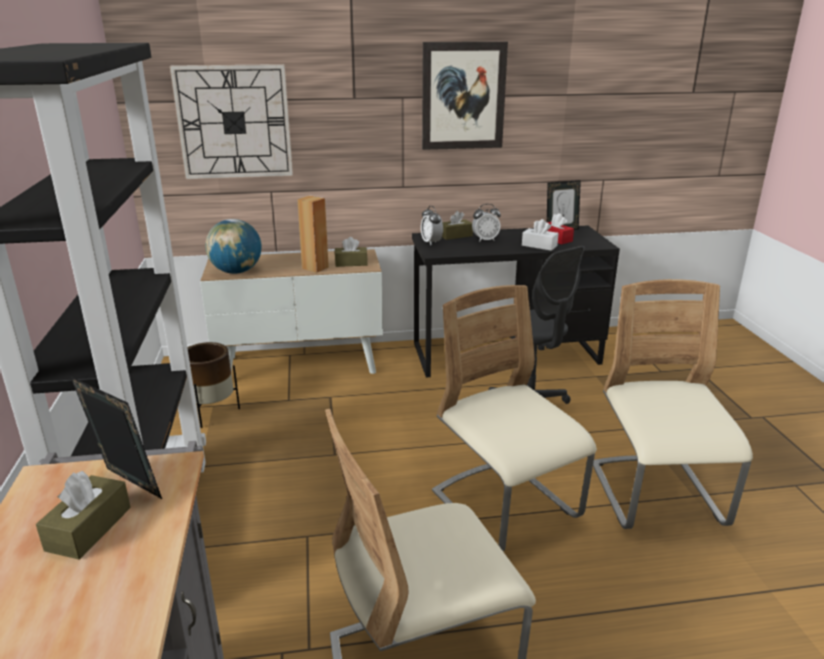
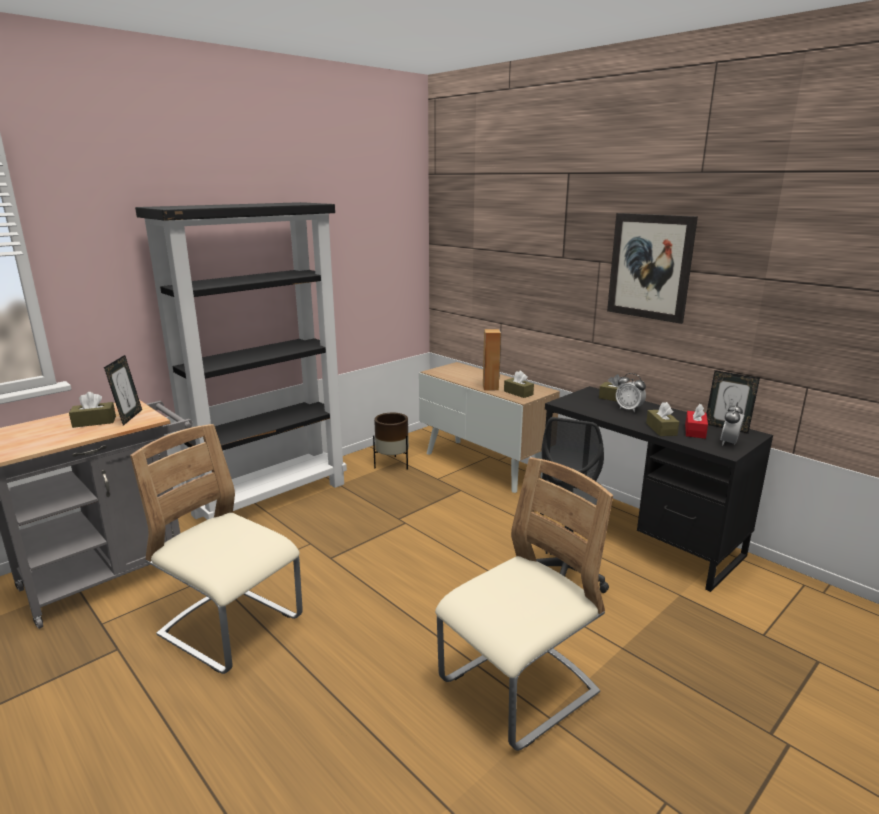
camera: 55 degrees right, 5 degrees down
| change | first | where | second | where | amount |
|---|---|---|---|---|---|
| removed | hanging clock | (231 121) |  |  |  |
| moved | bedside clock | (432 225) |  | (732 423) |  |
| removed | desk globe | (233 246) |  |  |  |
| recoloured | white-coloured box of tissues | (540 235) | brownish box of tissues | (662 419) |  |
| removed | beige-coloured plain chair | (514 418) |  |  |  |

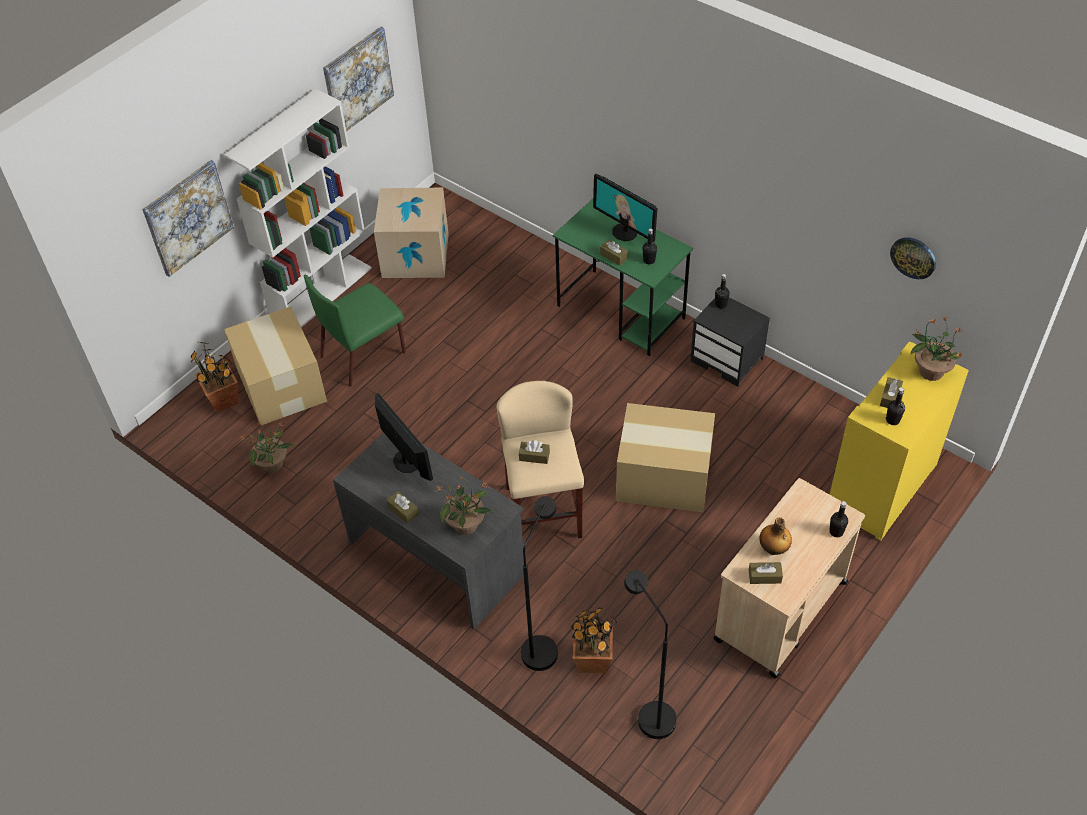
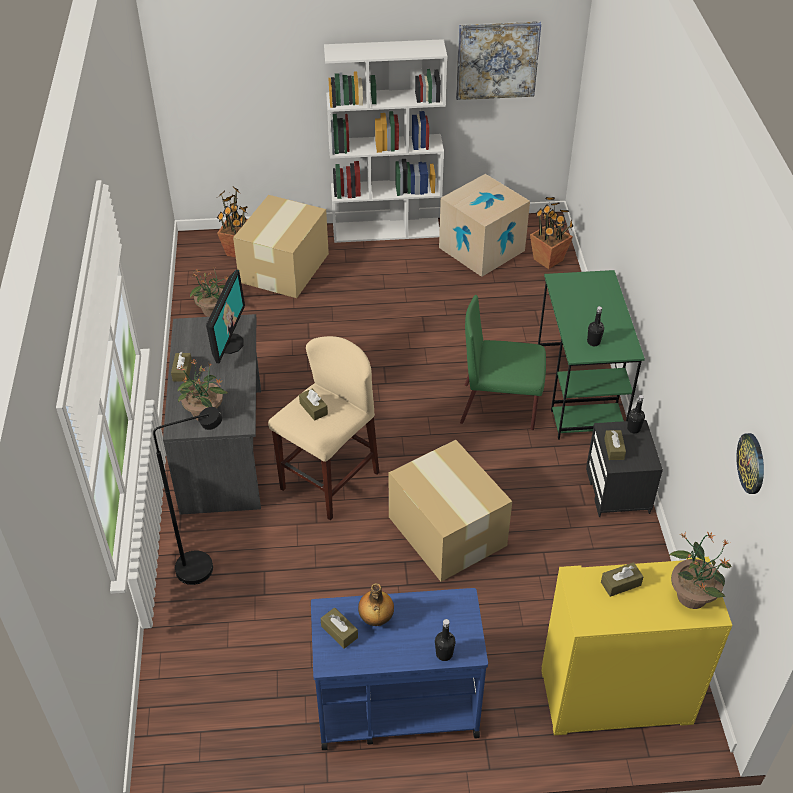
camera: 45 degrees right, 5 degrees down
| change | first | where | second | where | amount |
|---|---|---|---|---|---|
| removed | wall picture | (188 218) |  |  |  |
| removed | computer screen | (625 208) |  |  |  |
| moved | brownish box of tissues | (614 253) |  | (615 445) |  |
| moved | greenish plain chair | (355 331) |  | (503 362) |  |
| removed | blackish drink bottle | (895 406) |  |  |  |
| recoloured | beige-coloured cart | (789 578) | blue cart | (399 669) |  |
| removed | blackish standing lamp | (650 654) |  |  |  |
| moved | plant in a pot | (594 640) |  | (551 233) |  |

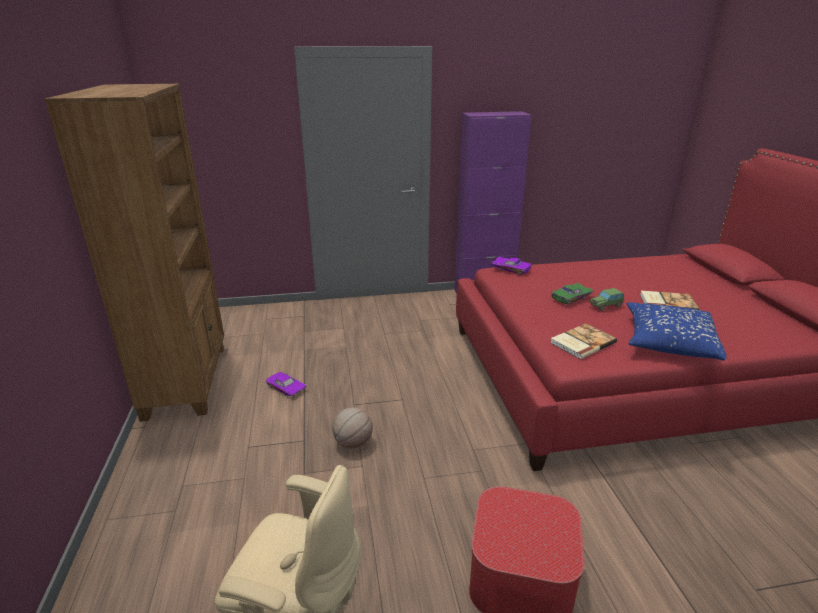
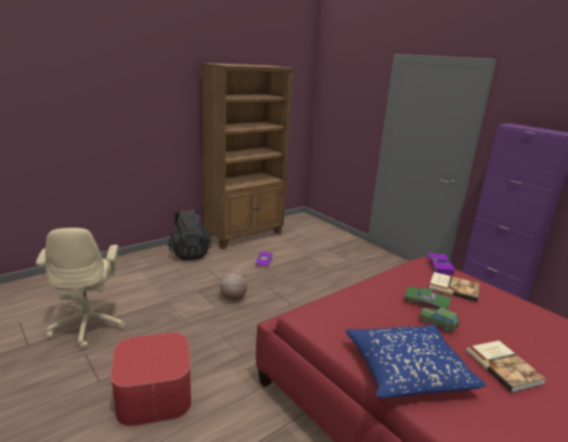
camera: 60 degrees right, 5 degrees down
| change | first | where | second | where | amount |
|---|---|---|---|---|---|
| moved | book | (584 341) |  | (454 287) |  |
| added |  |  | blackish rucksack | (189 235) |  |

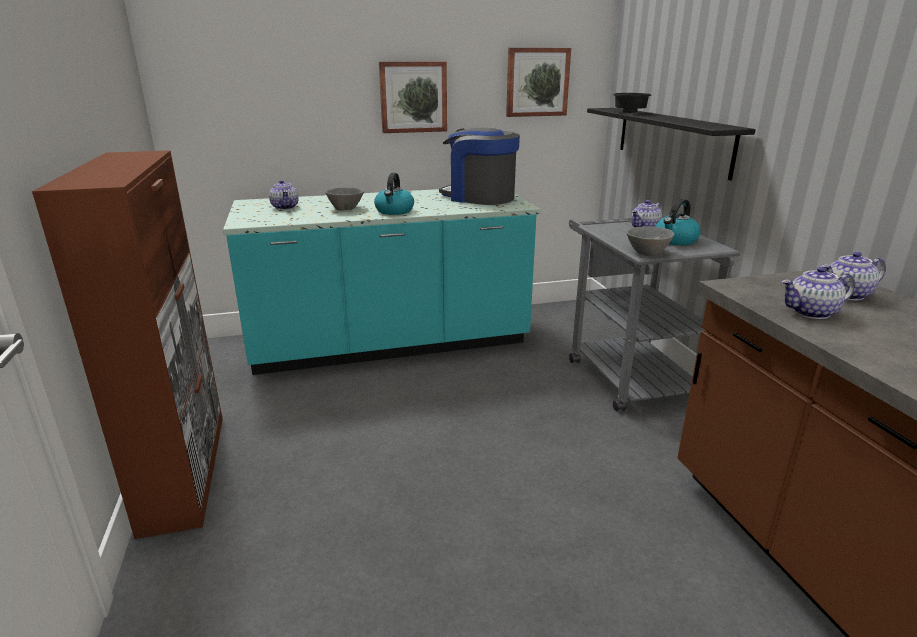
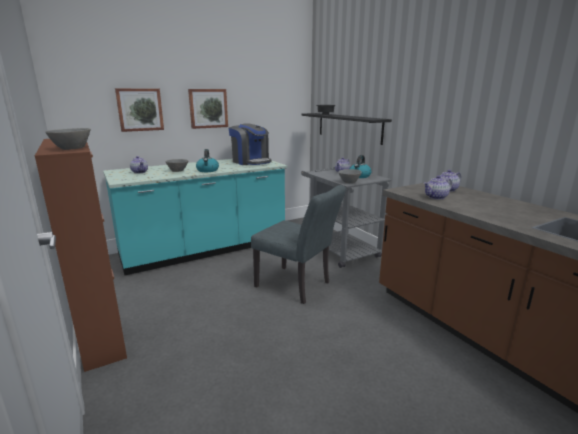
camera: 15 degrees left, 5 degrees down
| change | first | where | second | where | amount |
|---|---|---|---|---|---|
| moved | wall picture | (538 82) |  | (139 110) |  |
| turned | coffee machine | (479 166) |  | (250 144) | 150 degrees counterclockwise |
| added |  |  | gray serving bowl | (68 139) |  |
| added |  |  | gray plain chair | (298 244) |  |

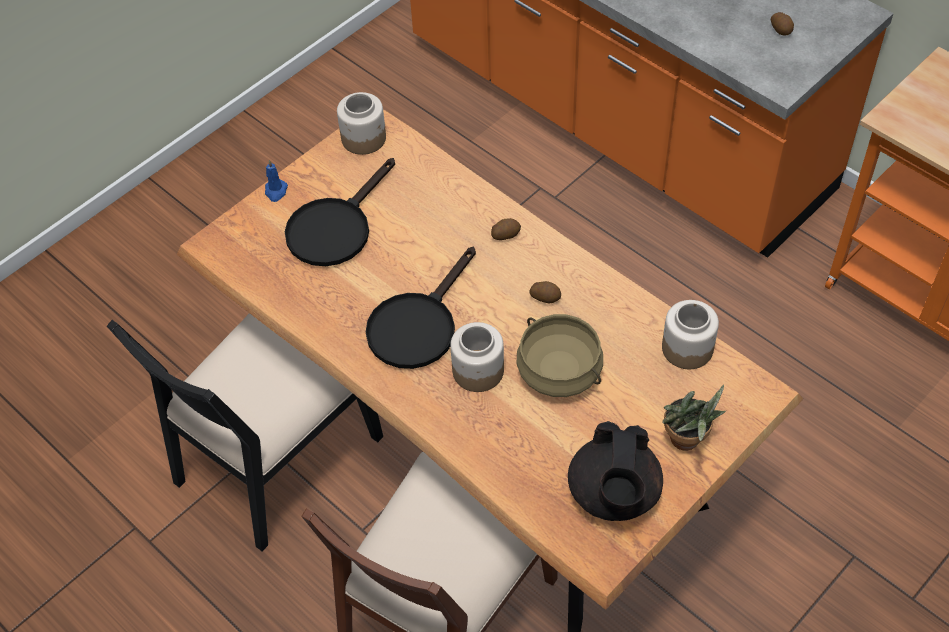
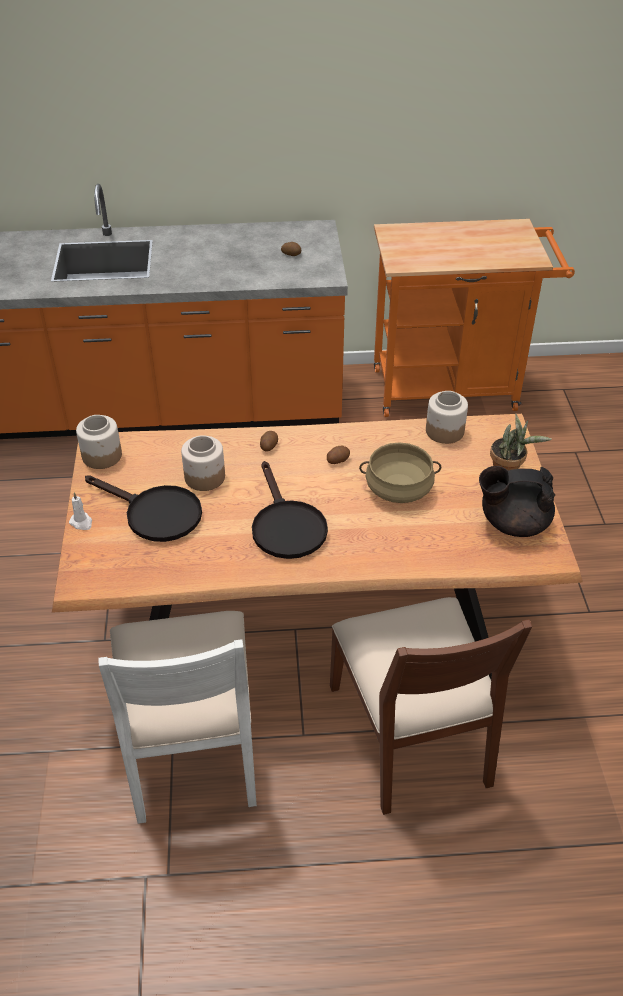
camera: 50 degrees left, 10 degrees down
| change | first | where | second | where | amount |
|---|---|---|---|---|---|
| turned | blackish frying pan | (340 212) |  | (143 508) | 45 degrees counterclockwise |
| recoloured | blue wax candle | (276 181) | white-coloured wax candle | (80 511) |  |
| recoloured | blackish plain chair | (245 432) | white-coloured plain chair | (177 717) |  |
| moved | jar | (477 357) |  | (203 463) |  |
| turned | blackish teapot | (615 471) |  | (517 501) | 135 degrees clockwise |

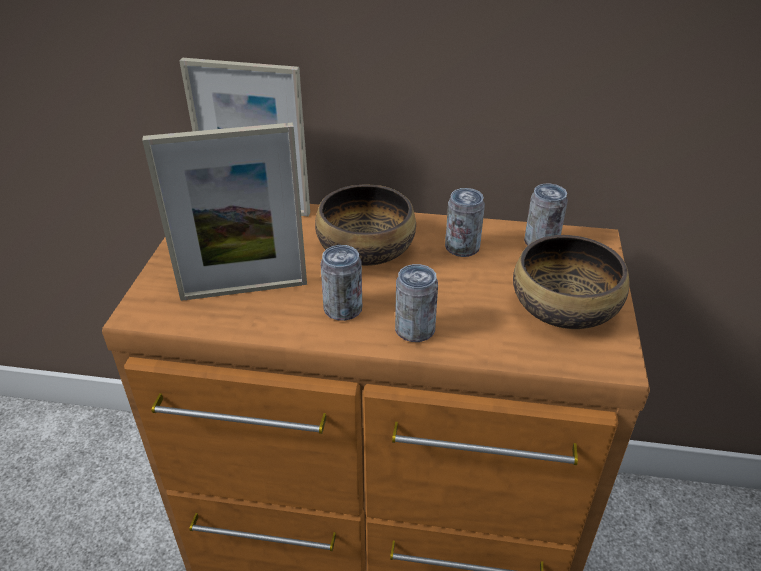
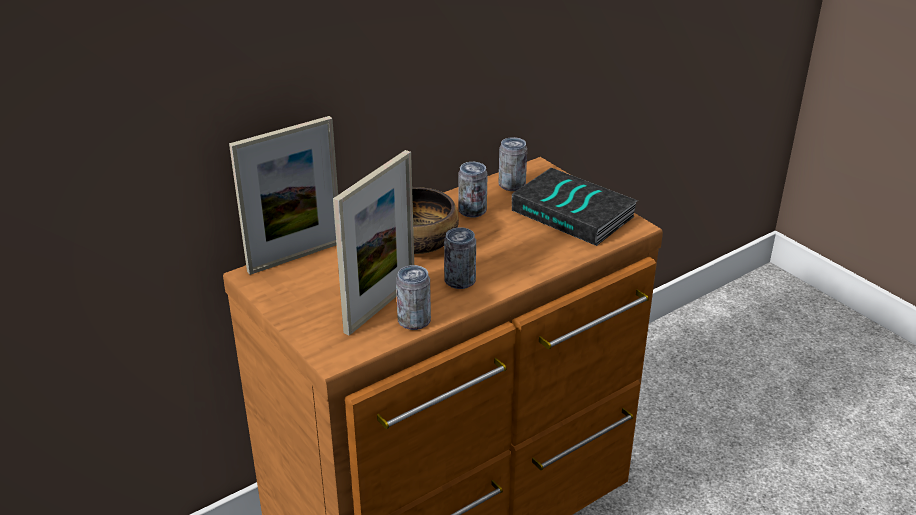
camera: 45 degrees left, 5 degrees down
| change | first | where | second | where | amount |
|---|---|---|---|---|---|
| replaced | serving bowl | (571 282) | book | (575 207) |  |
| moved | sealed can | (416 303) |  | (413 297) |  |

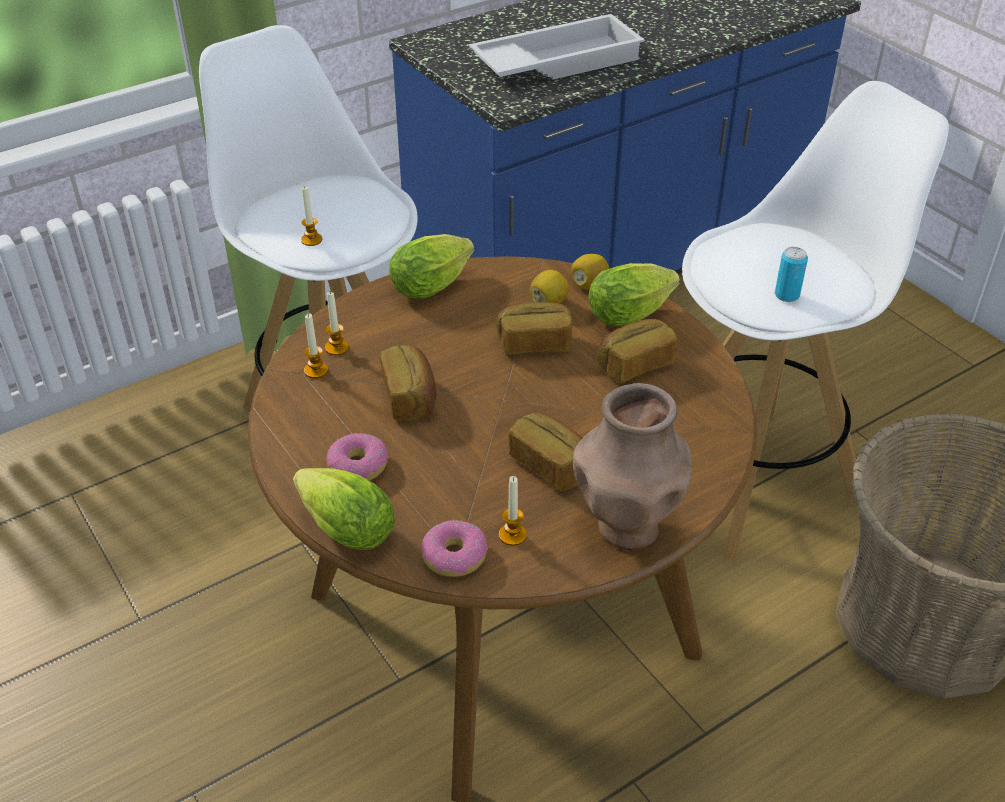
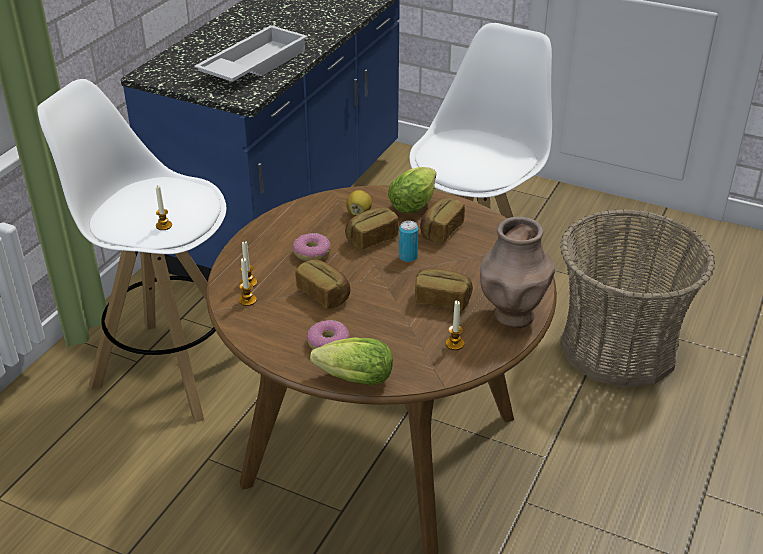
camera: 30 degrees left, 5 degrees down
| change | first | where | second | where | amount |
|---|---|---|---|---|---|
| removed | lettuce | (431 266) |  |  |  |
| moved | sealed can | (791 274) |  | (408 241) |  |
| removed | citrus fruit | (590 271) |  |  |  |
| moved | ring doughnut | (454 548) |  | (312 247) |  |

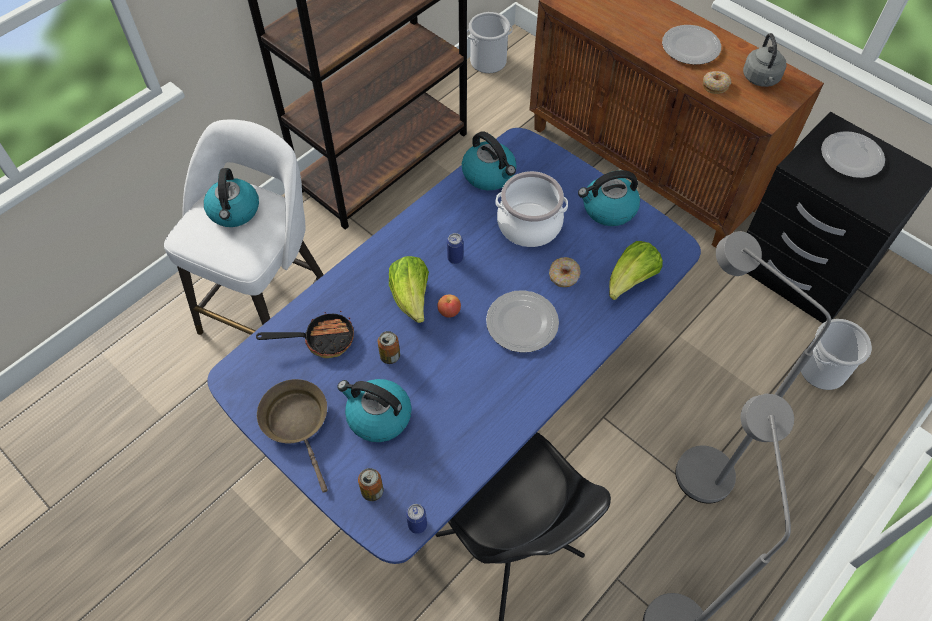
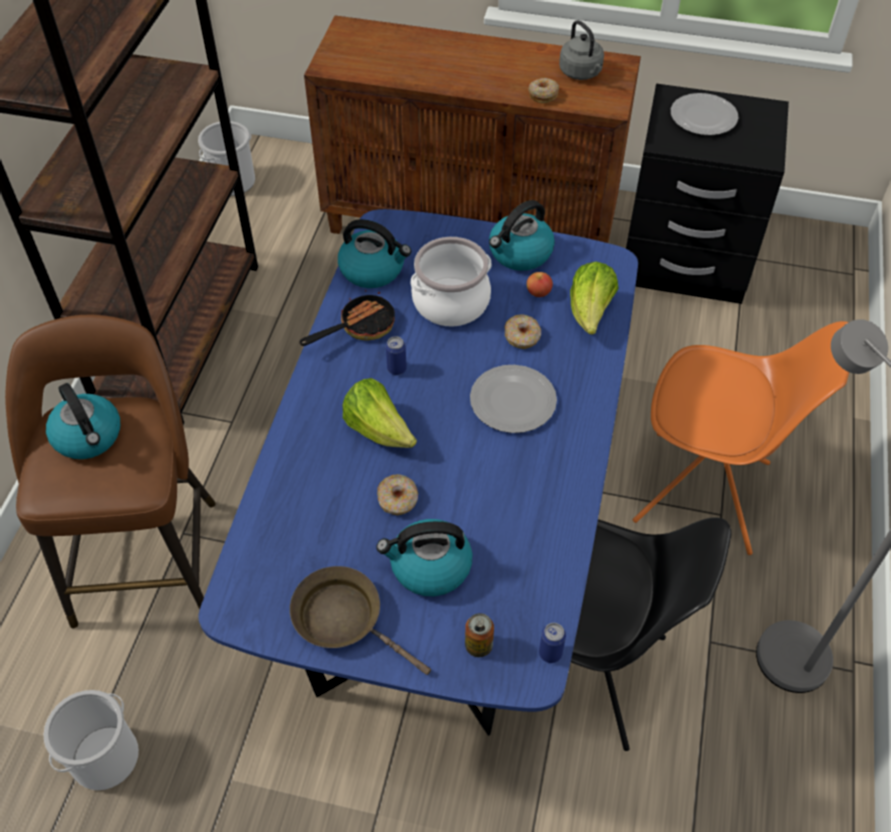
camera: 30 degrees left, 5 degrees down
| change | first | where | second | where | amount |
|---|---|---|---|---|---|
| removed | flat dish | (691 45) |  |  |  |
| recoloured | white-coloured sitting stool | (244 227) | brownish sitting stool | (110 471) |  |
| replaced | gray standing lamp | (753 367) | orangey plain chair | (741 438) |  |
| moved | apple fruit | (449 306) |  | (540 284) |  |
| moved | frying pan | (305 334) |  | (347 318) |  |
| moved | water bucket | (836 354) |  | (91 740) |  |
| replaced | sealed can | (389 347) | ring doughnut | (397 494) |  |

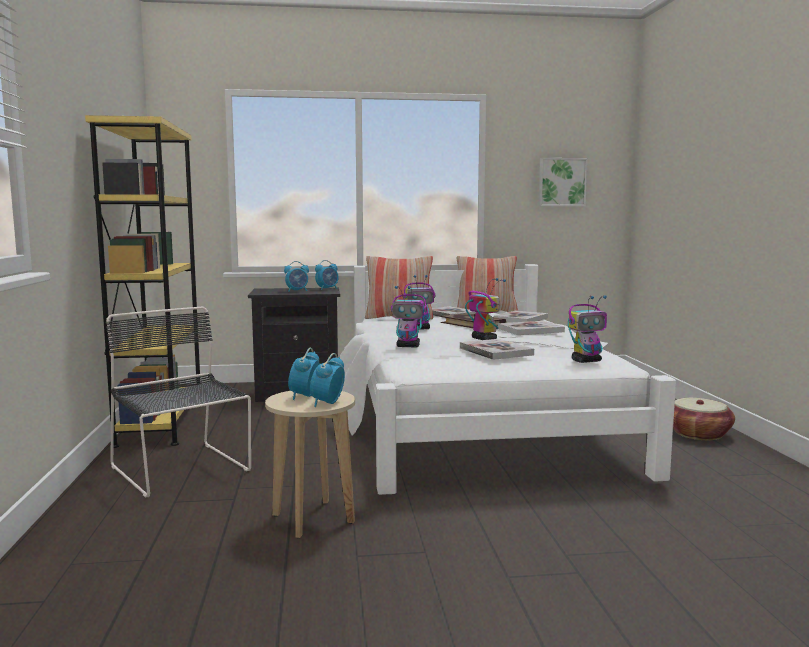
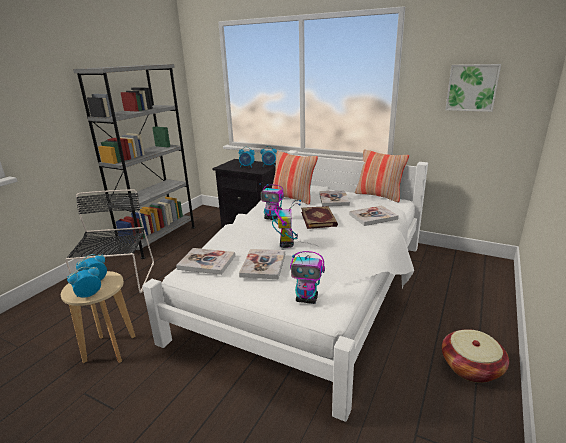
camera: 35 degrees right, 15 degrees up
| change | first | where | second | where | amount |
|---|---|---|---|---|---|
| recoloured | yellowish shelving unit | (144 281) | gray shelving unit | (134 161) |  |
| removed | robot figure | (409 316) |  |  |  |
| moved | book | (531 328) |  | (205 261) |  |

